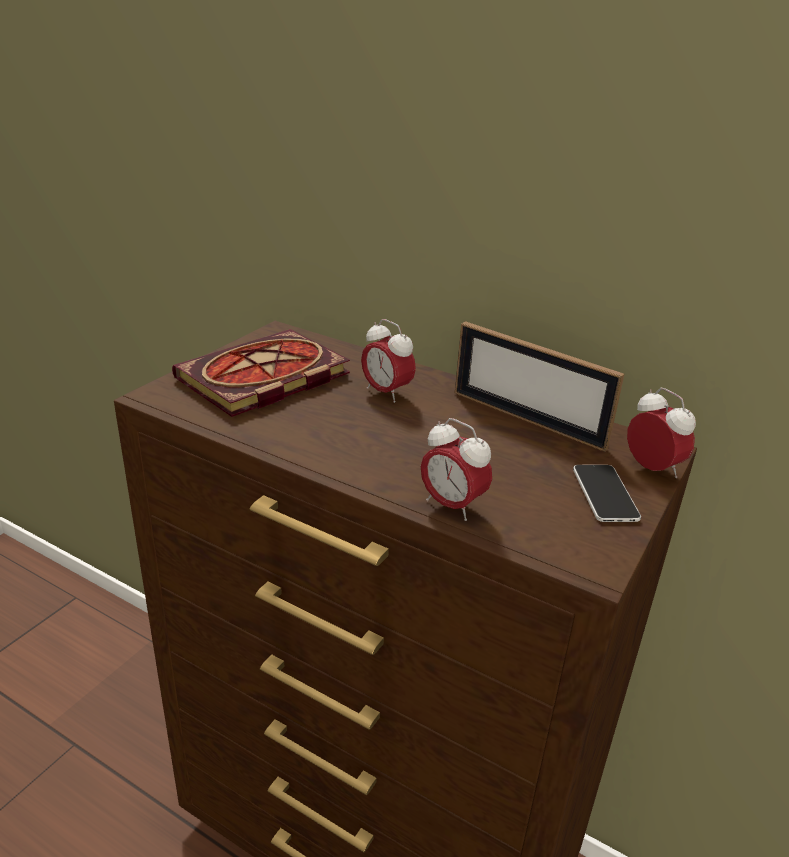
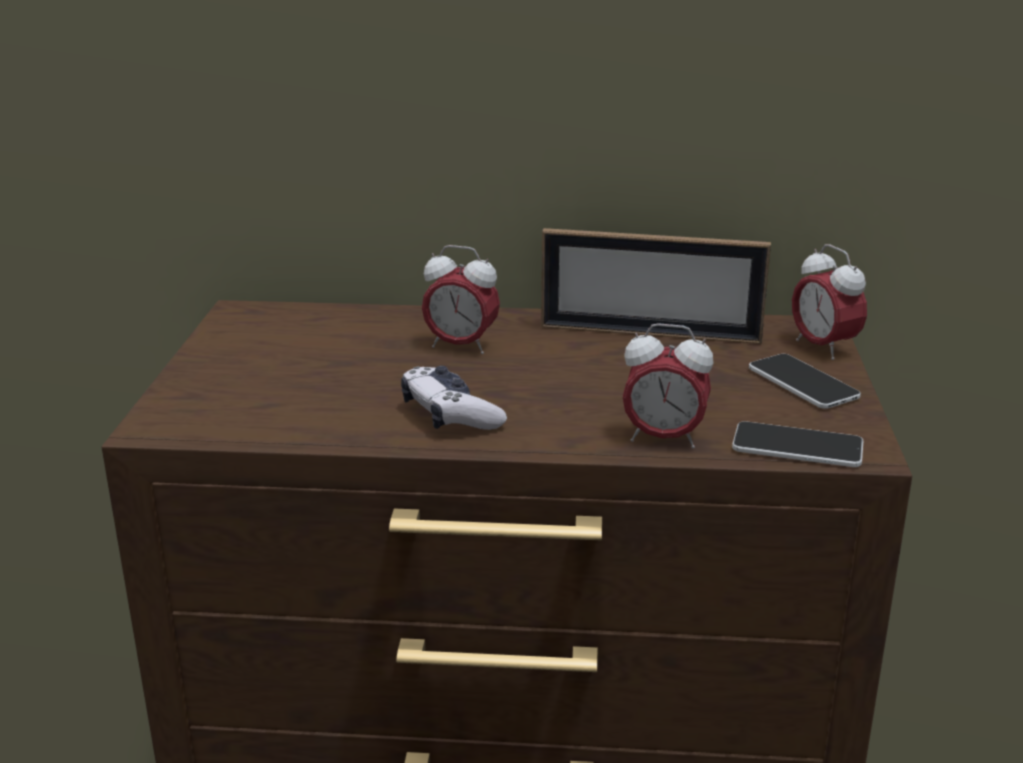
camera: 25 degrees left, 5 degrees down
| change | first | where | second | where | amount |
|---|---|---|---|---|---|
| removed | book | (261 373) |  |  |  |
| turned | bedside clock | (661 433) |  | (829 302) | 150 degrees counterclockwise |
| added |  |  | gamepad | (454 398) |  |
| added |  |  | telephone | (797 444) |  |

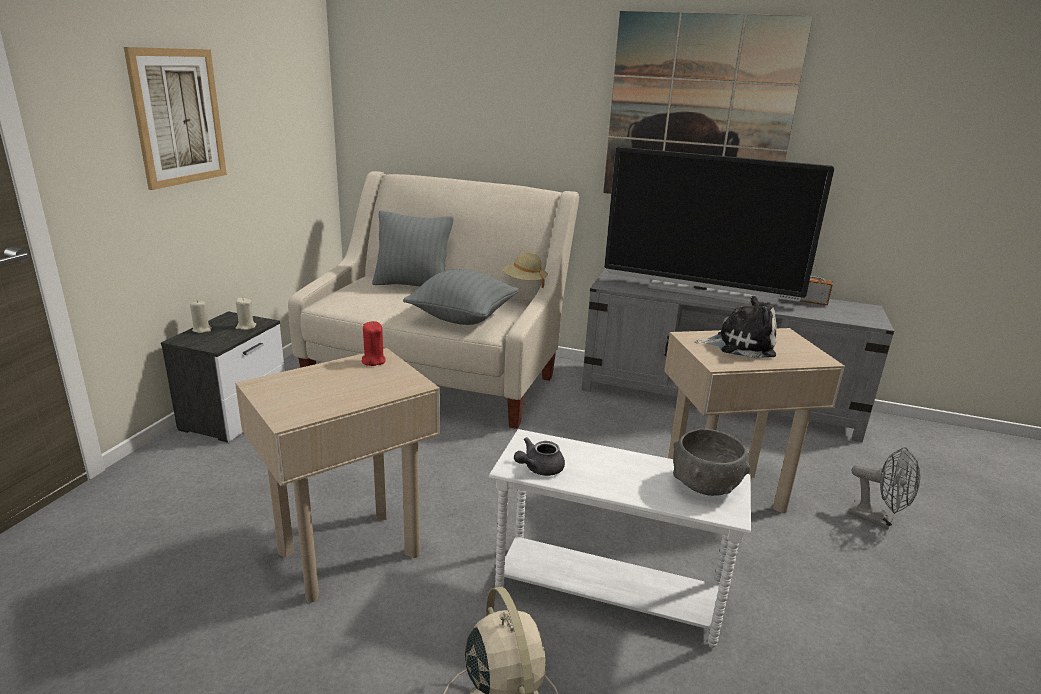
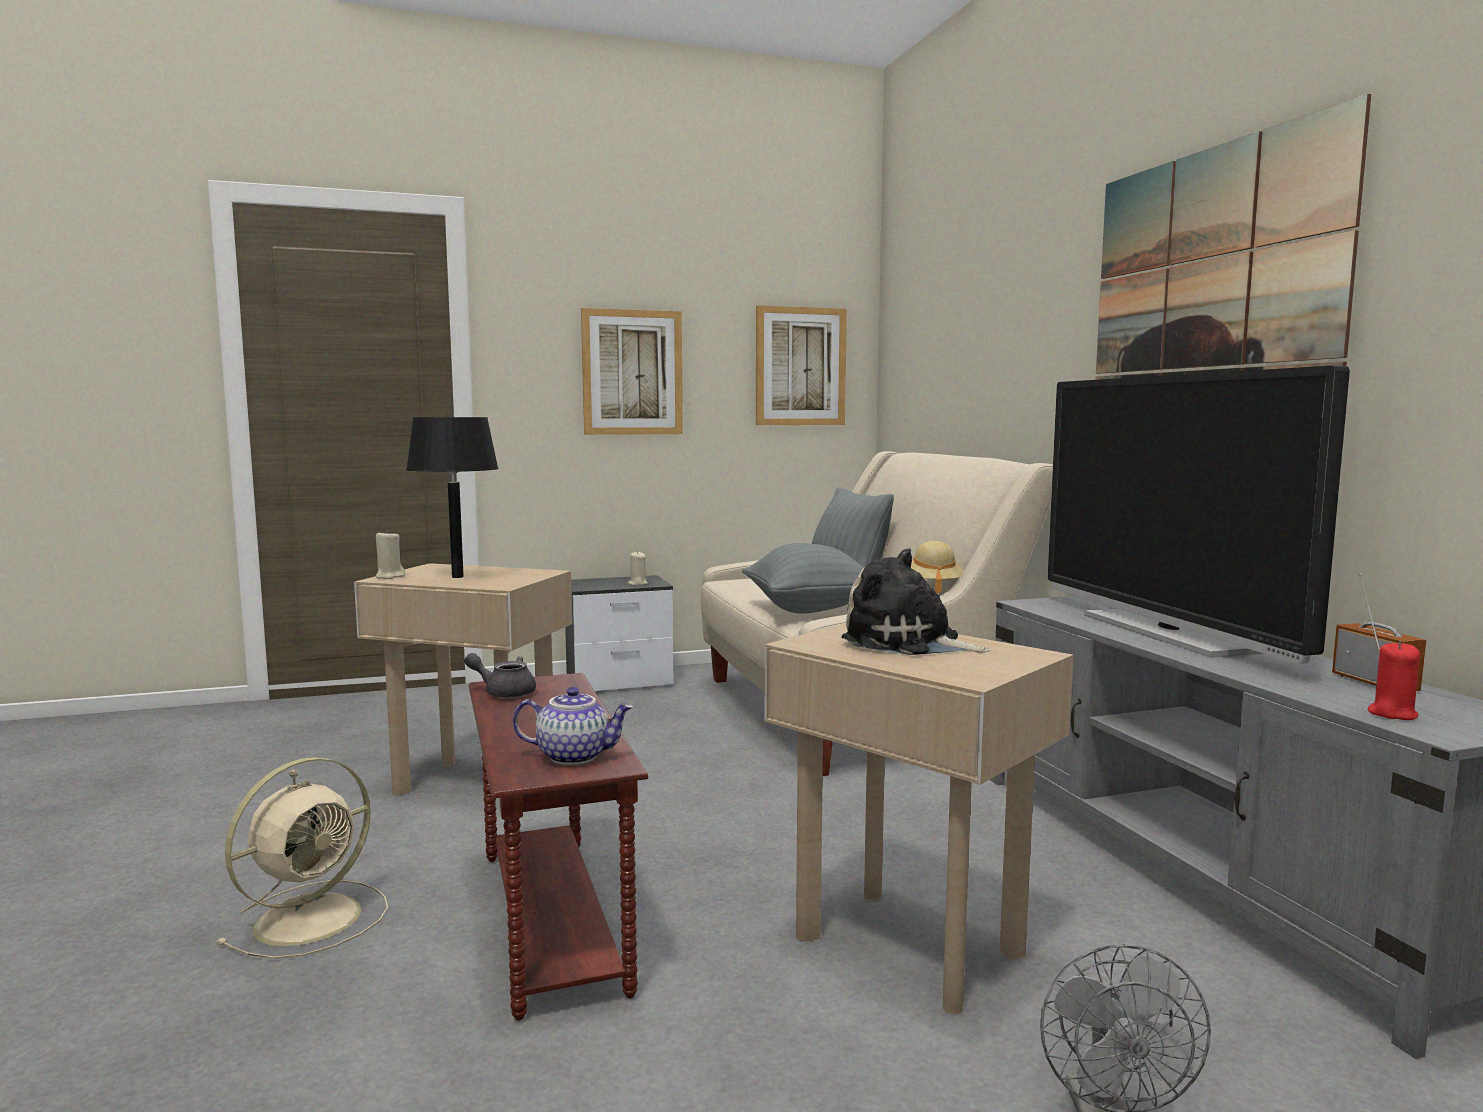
camera: 55 degrees right, 15 degrees down
| change | first | where | second | where | amount |
|---|---|---|---|---|---|
| turned | cuddly toy | (736 327) |  | (916 601) | 150 degrees clockwise |
| moved | beige-coloured wax candle | (201 316) |  | (390 554) |  |
| moved | red wax candle | (374 343) |  | (1393 681) |  |
| recoloured | white-coloured end table | (620 538) | brownish end table | (558 846) |  |
| replaced | gray serving bowl | (711 462) | teapot | (573 726) |  |
| added |  |  | wall picture | (801 365) |  |
| added |  |  | blackish tabletop lamp | (452 497) |  |

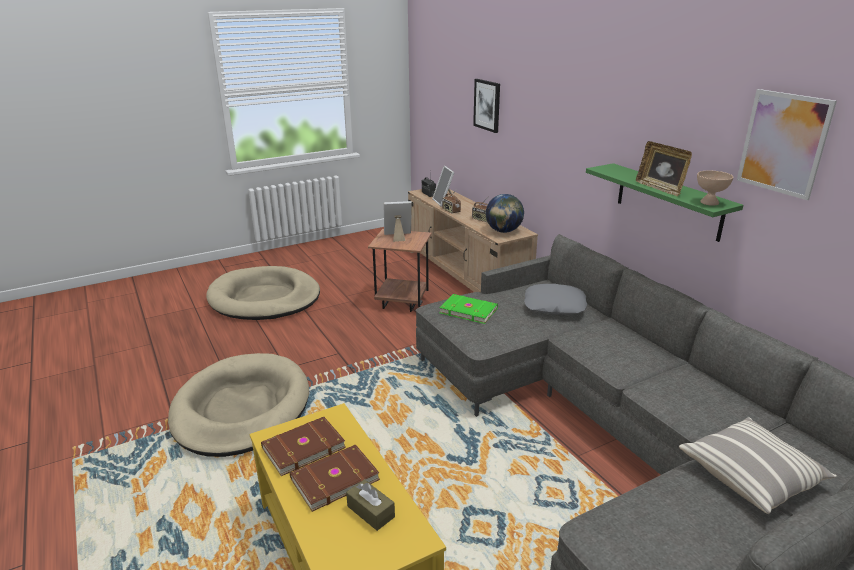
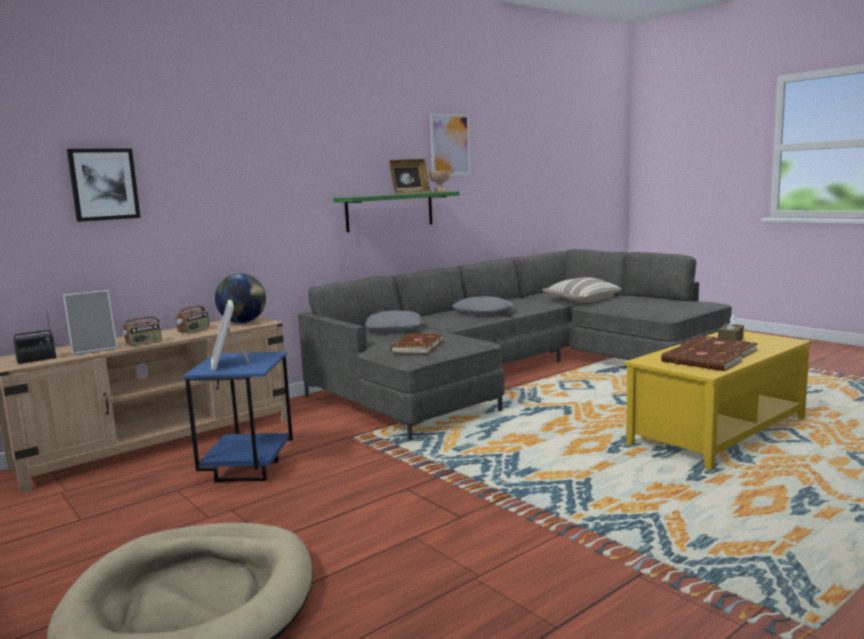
camera: 100 degrees left, 15 degrees down
| change | first | where | second | where | amount |
|---|---|---|---|---|---|
| recoloured | brownish end table | (400 270) | blue end table | (238 417) |  |
| recoloured | greenish book | (468 309) | brownish book | (416 343) |  |
| removed | beige-coloured dog bed | (238 405) |  |  |  |
| added |  |  | gray cushion | (483 305) |  |

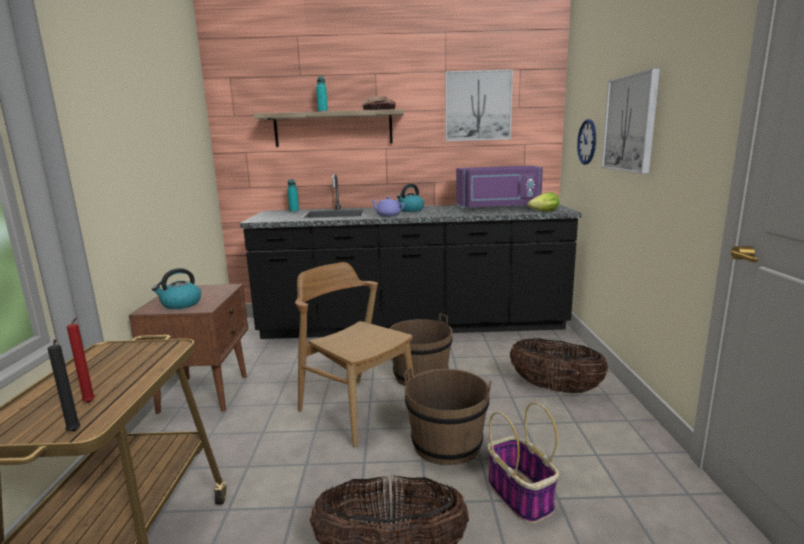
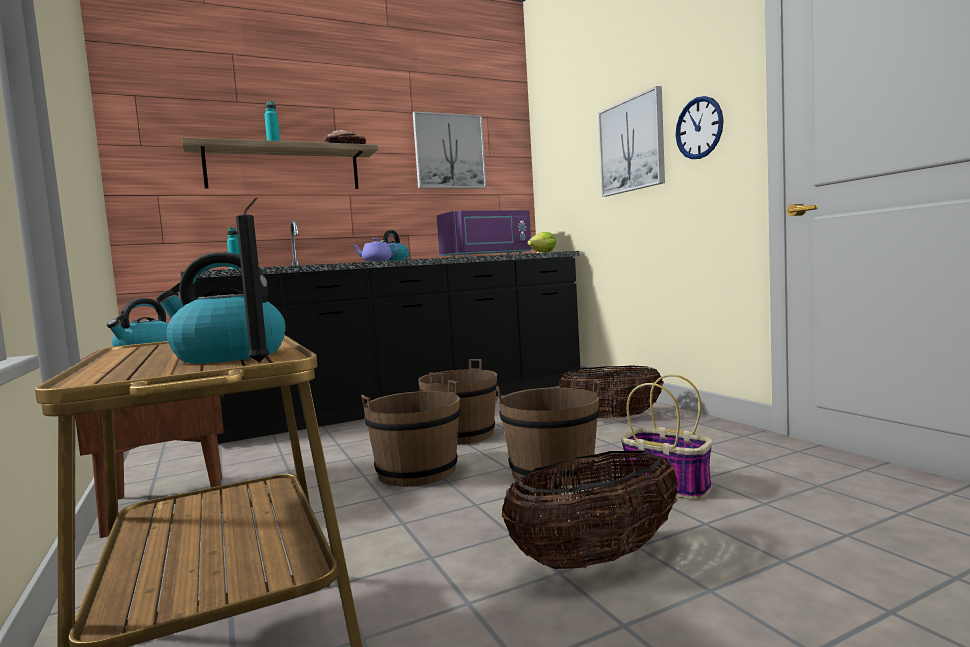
camera: 25 degrees left, 10 degrees down
| change | first | where | second | where | amount |
|---|---|---|---|---|---|
| moved | hanging clock | (586 142) |  | (700 127) |  |
| replaced | brownish plain chair | (354 355) | brownish water bucket | (410 433) |  |
| replaced | red wax candle | (81 360) | water kettle | (221 307) |  |

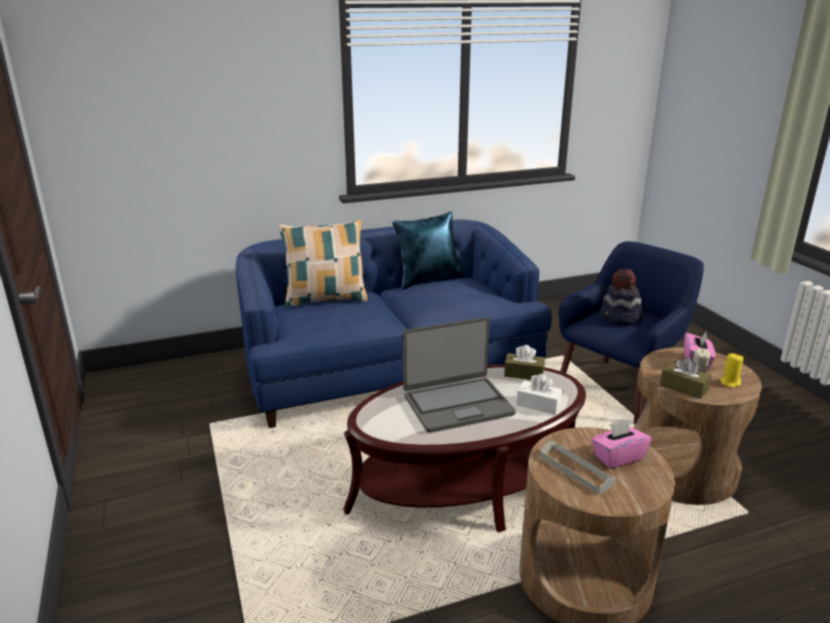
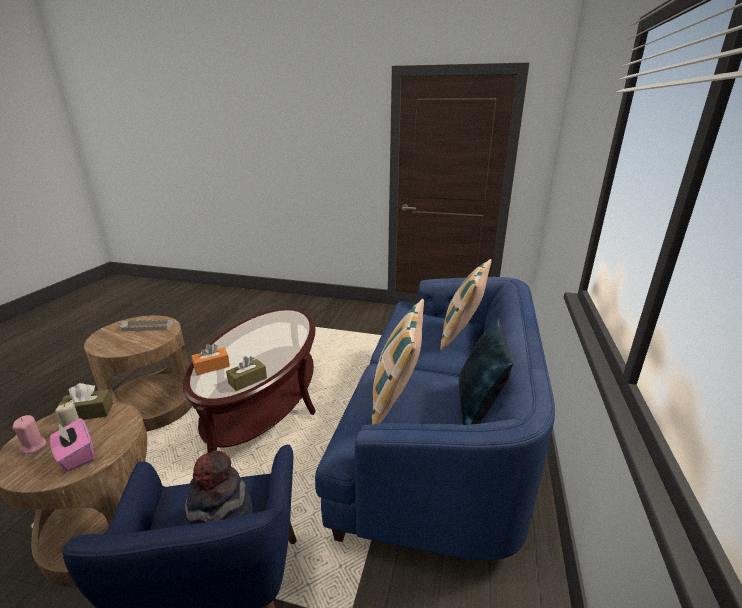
camera: 125 degrees right, 0 degrees up
| change | first | where | second | where | amount |
|---|---|---|---|---|---|
| removed | notebook computer | (459 375) |  |  |  |
| recoloured | yellowish wax candle | (731 370) | pink-coloured wax candle | (30 434) |  |
| recoloured | white-coloured box of tissues | (539 394) | orangey box of tissues | (211 359) |  |
| removed | pink-coloured box of tissues | (621 444) |  |  |  |
| added |  |  | cushion | (398 361) |  |

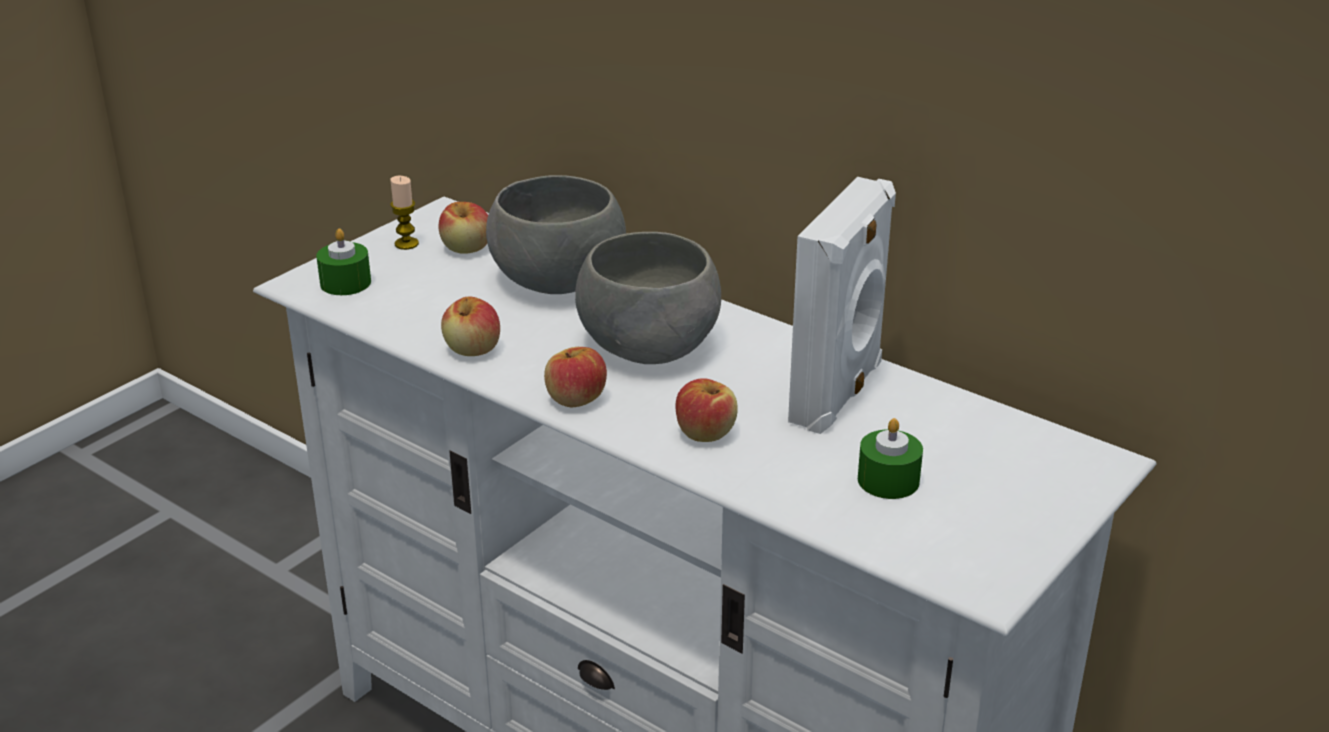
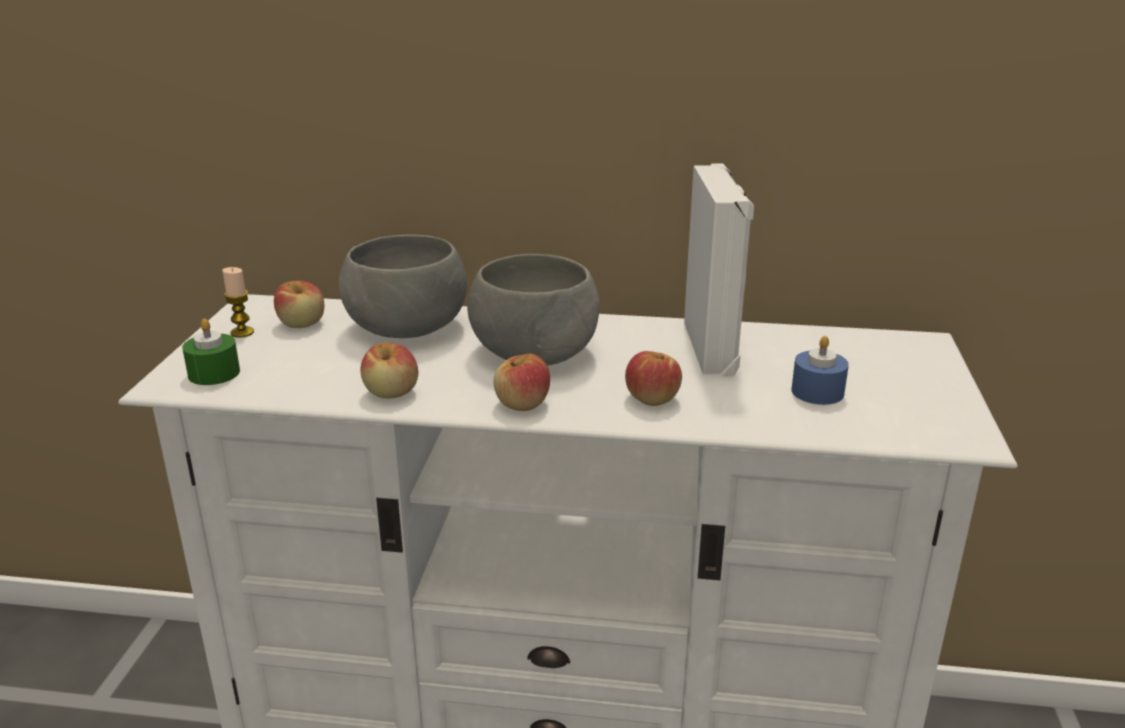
camera: 30 degrees left, 5 degrees down
| change | first | where | second | where | amount |
|---|---|---|---|---|---|
| recoloured | greenish wax candle | (890 458) | blue wax candle | (820 370) |  |

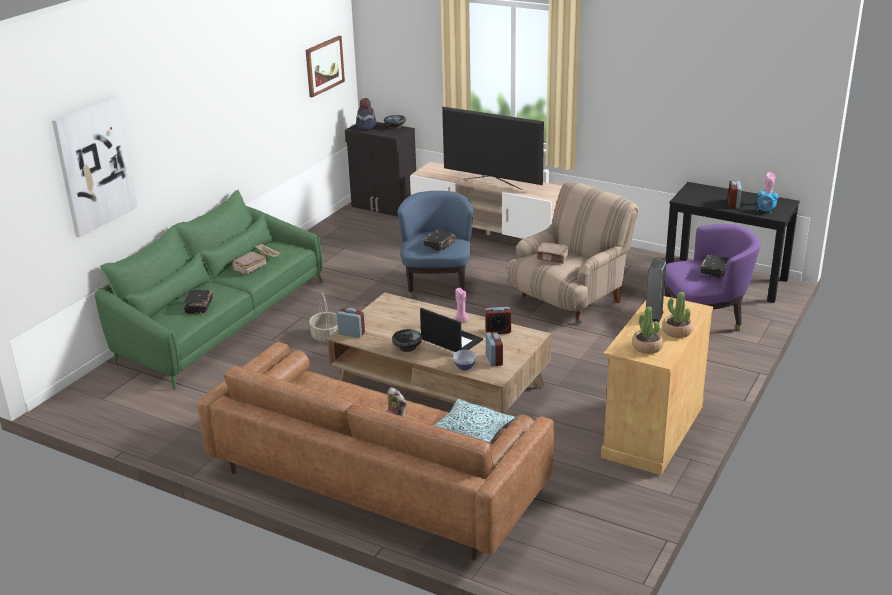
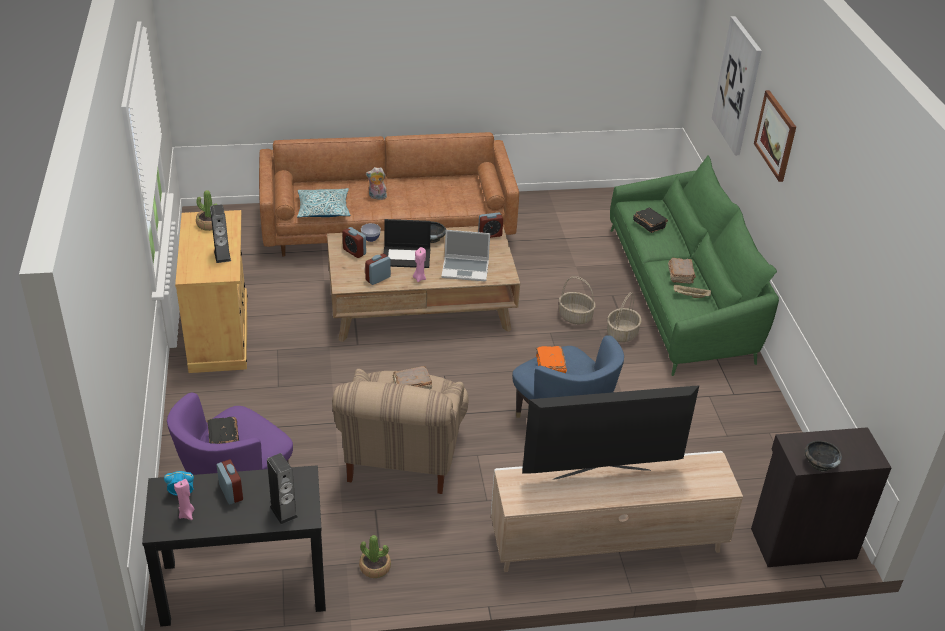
camera: 140 degrees right, 10 degrees up
| change | first | where | second | where | amount |
|---|---|---|---|---|---|
| moved | wall picture | (325 66) |  | (775 136) |  |
| removed | wearable hat | (366 114) |  |  |  |
| recoloured | blackish book | (439 240) | orangey book | (551 359) |  |
| moved | plant in a pot | (677 315) |  | (375 556) |  |
| added |  |  | notebook computer | (465 255) |  |
| added |  |  | basket | (624 317) |  |
| added |  |  | loudspeaker | (282 489) |  |

